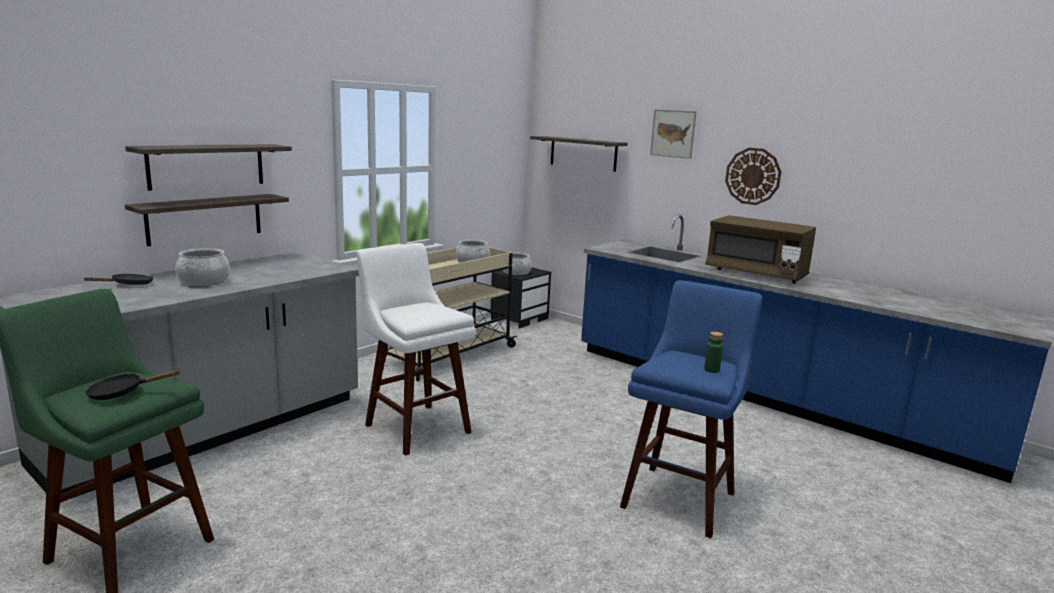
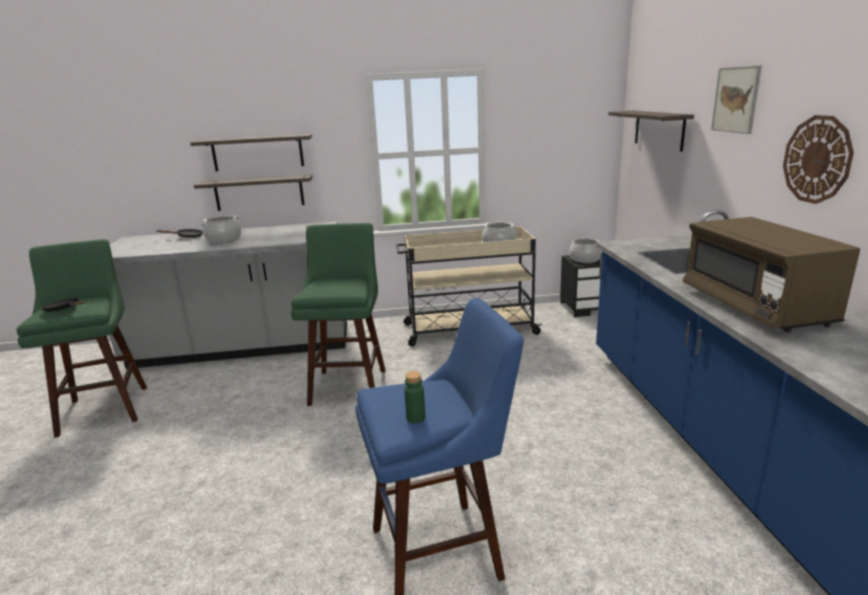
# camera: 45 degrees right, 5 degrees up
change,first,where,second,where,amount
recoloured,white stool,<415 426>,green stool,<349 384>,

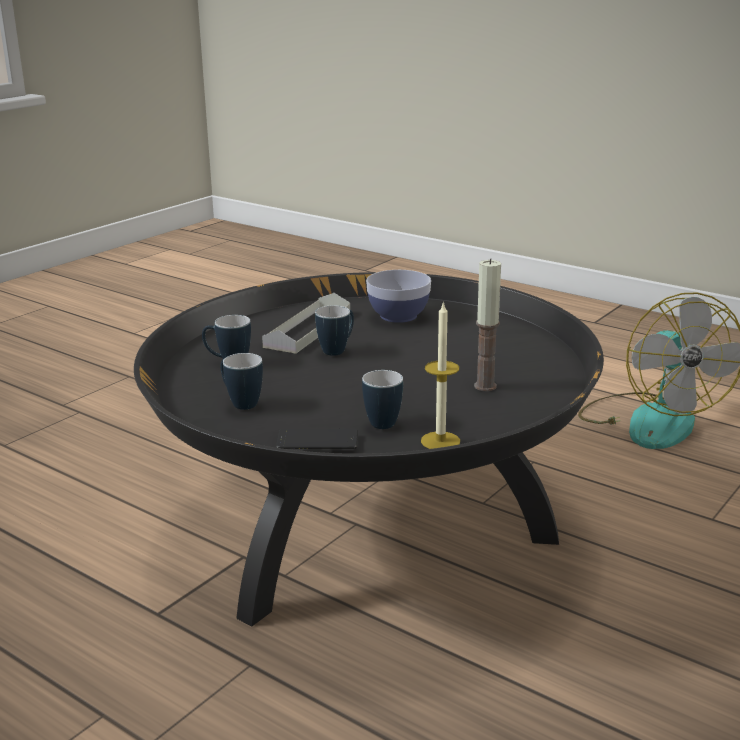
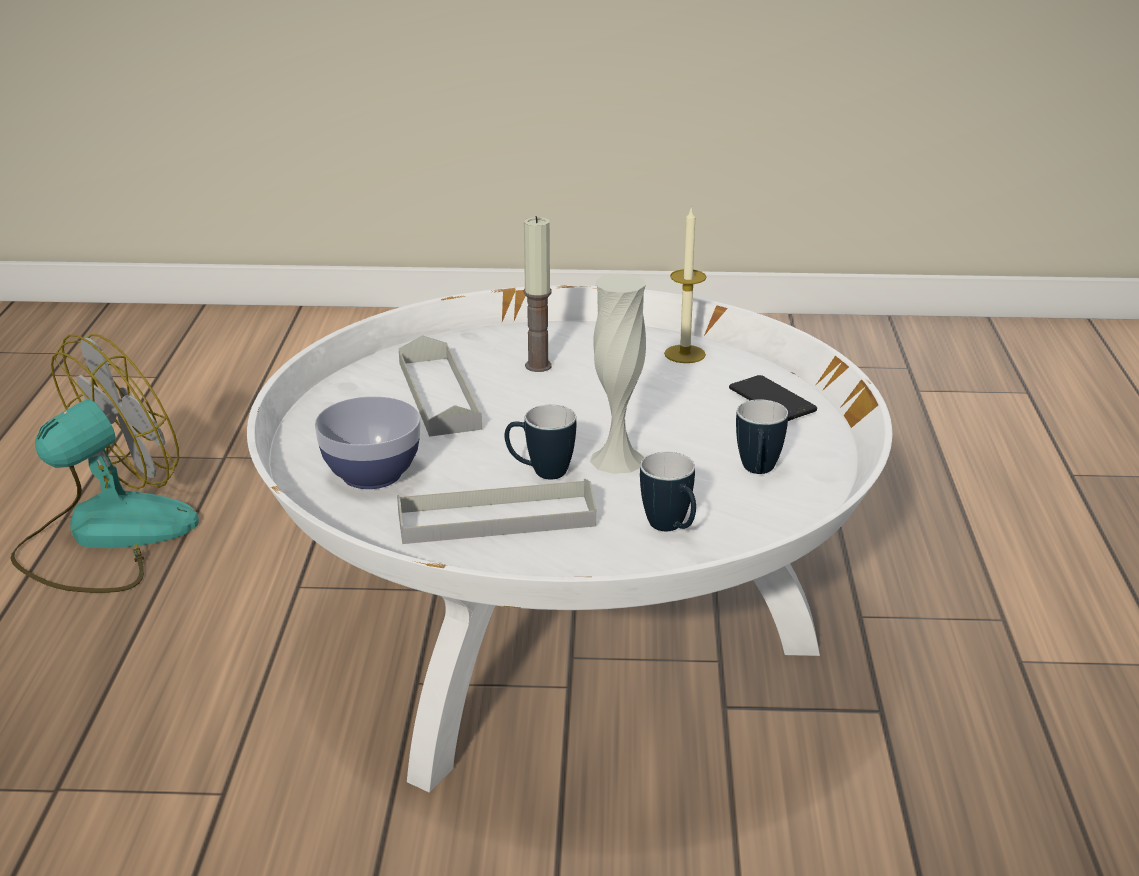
# camera: 125 degrees left, 5 degrees up
change,first,where,second,where,amount
recoloured,black coffee table,<372 528>,white coffee table,<569 642>,
removed,mug,<379 421>,,,
added,,,grey tray,<439 395>,
added,,,white vase,<617 459>,

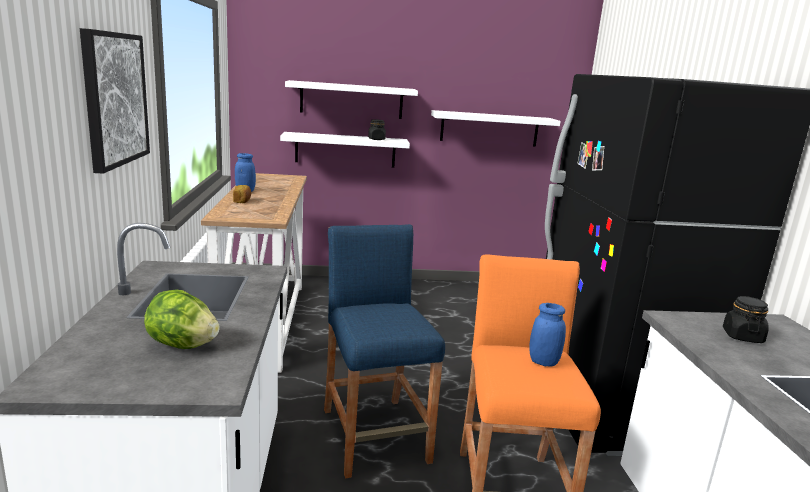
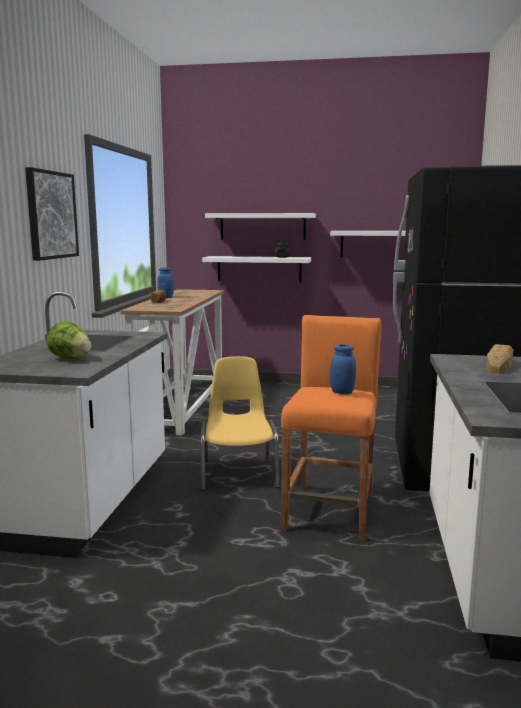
# camera: 15 degrees right, 5 degrees down
change,first,where,second,where,amount
replaced,blue stool,<374 435>,yellow chair,<238 472>,
replaced,black jar,<742 336>,bread,<499 366>,

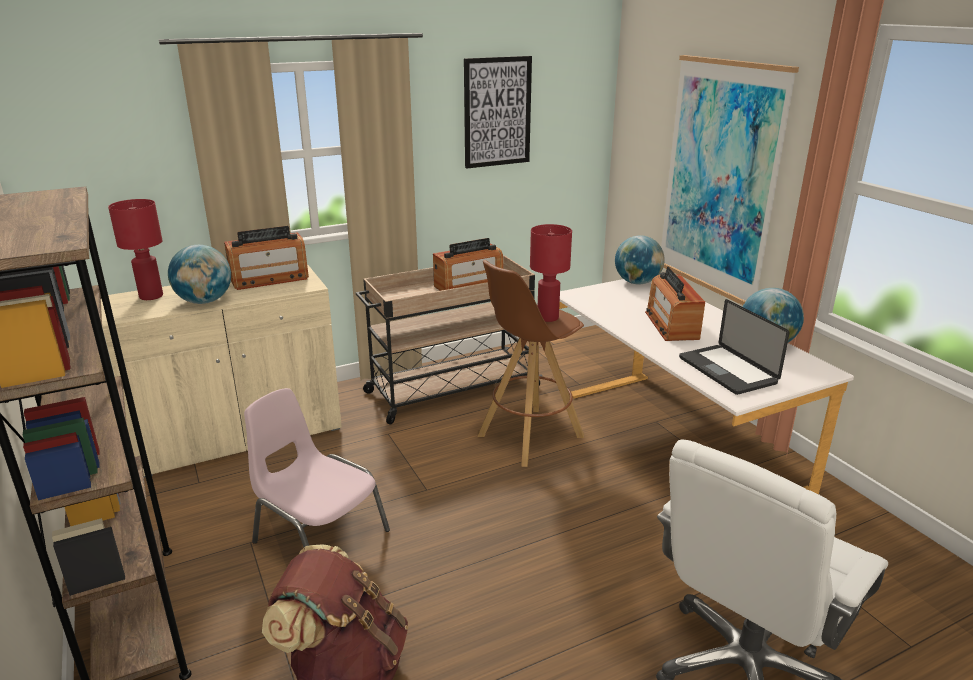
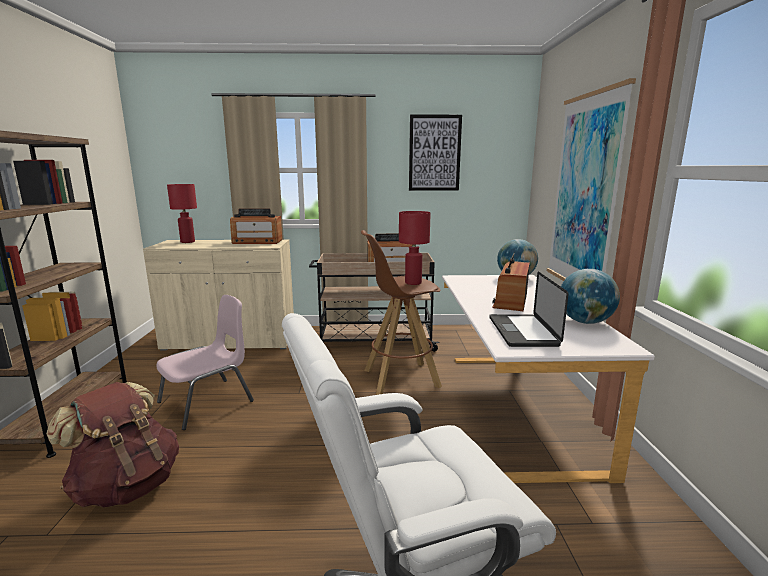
# camera: 25 degrees right, 10 degrees down
change,first,where,second,where,amount
removed,globe,<204 301>,,,
turned,pink chair,<319 536>,,<208 402>,75 degrees clockwise

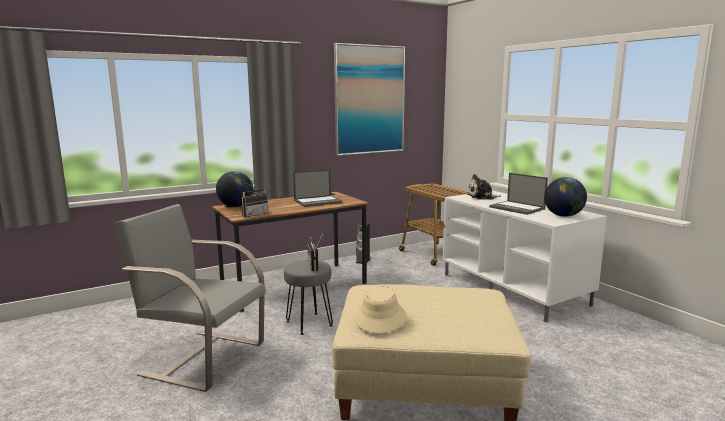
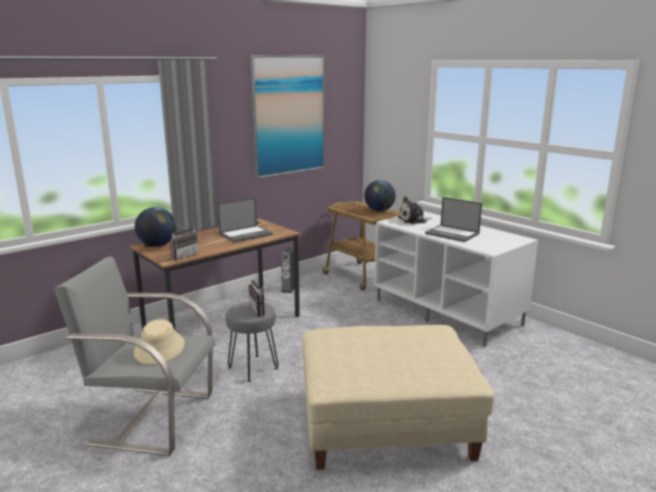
# camera: 10 degrees left, 5 degrees up
change,first,where,second,where,amount
moved,beige hat,<380 317>,,<160 348>,
moved,globe,<563 216>,,<379 210>,

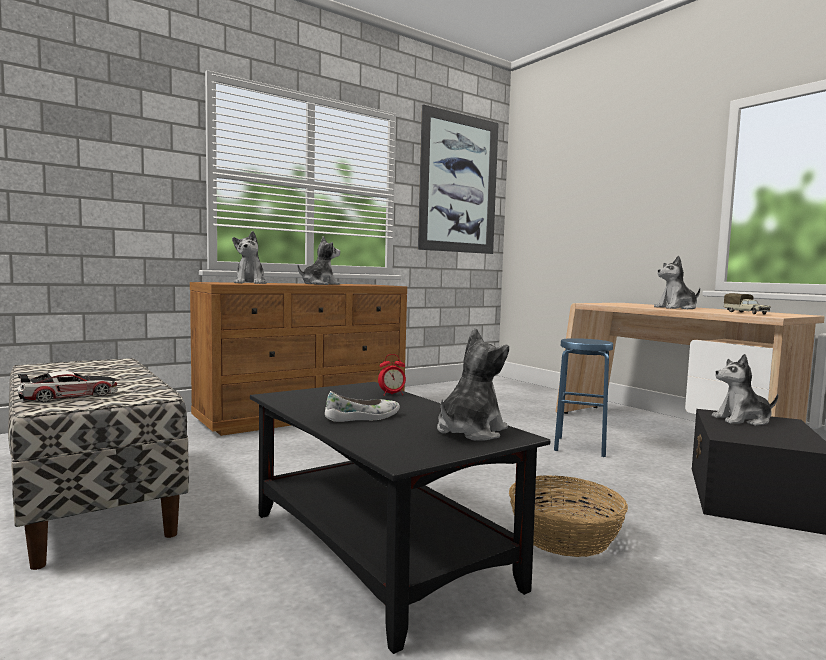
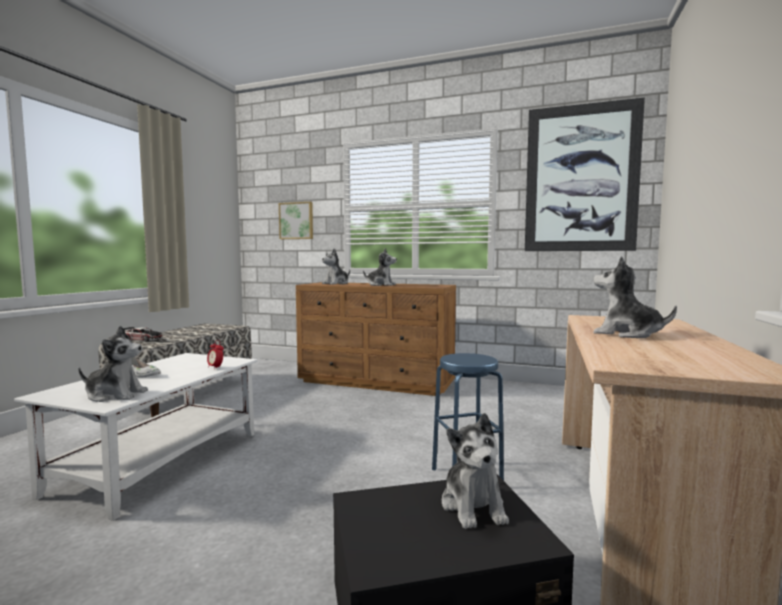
# camera: 55 degrees right, 0 degrees up
change,first,where,second,where,amount
recoloured,black coffee table,<376 548>,white coffee table,<161 461>,
removed,basket,<564 536>,,,
turned,plush toy,<743 420>,,<473 506>,150 degrees counterclockwise
removed,toy truck,<746 313>,,,
added,,,picture,<296 221>,

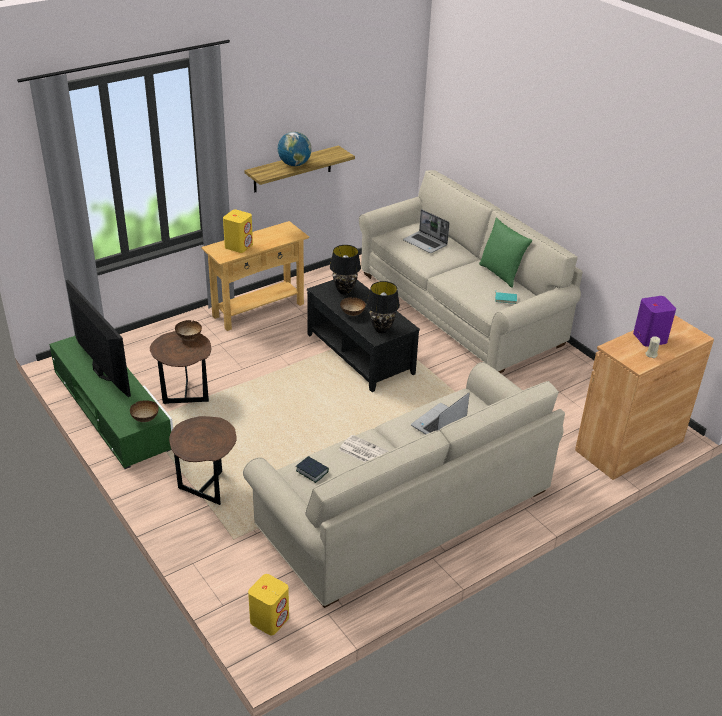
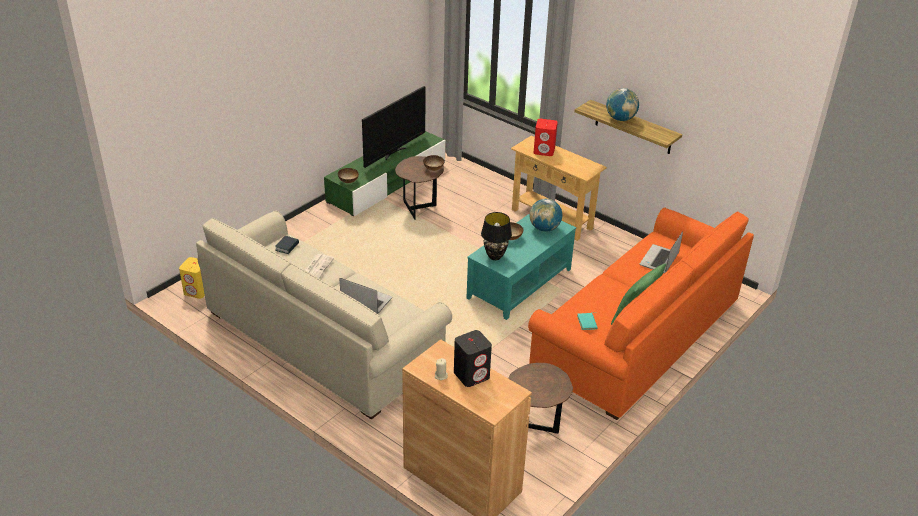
# camera: 75 degrees right, 0 degrees up
change,first,where,second,where,amount
moved,brown side table,<207 487>,,<535 428>,
recoloured,yellow speaker,<239 246>,red speaker,<544 151>,
recoloured,black coffee table,<360 354>,turquoise coffee table,<519 284>,
replaced,black table lamp,<345 291>,globe,<544 228>,
recoloured,beige sofa,<460 308>,orange sofa,<637 336>,
recoloured,purple speaker,<649 338>,black speaker,<472 375>,

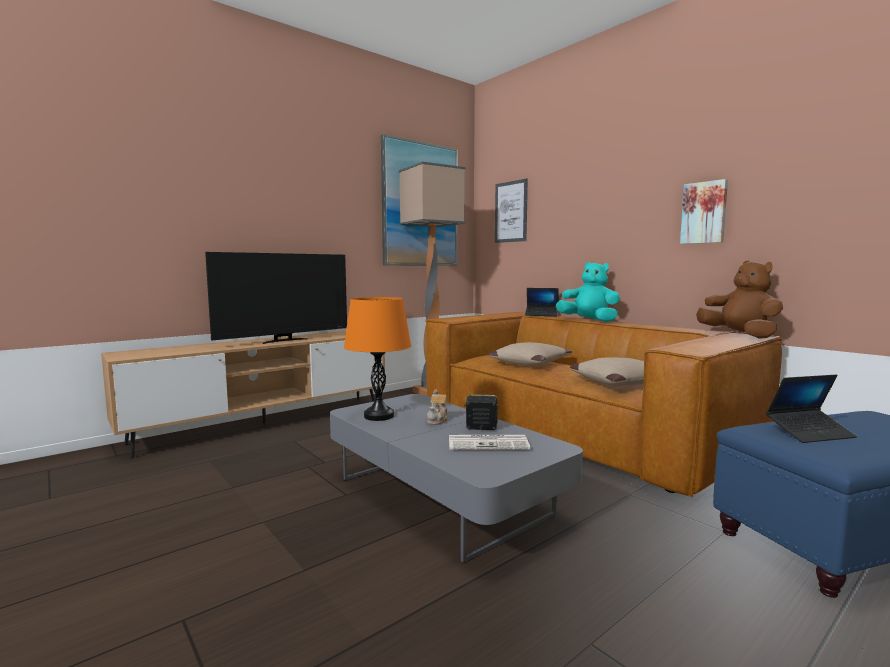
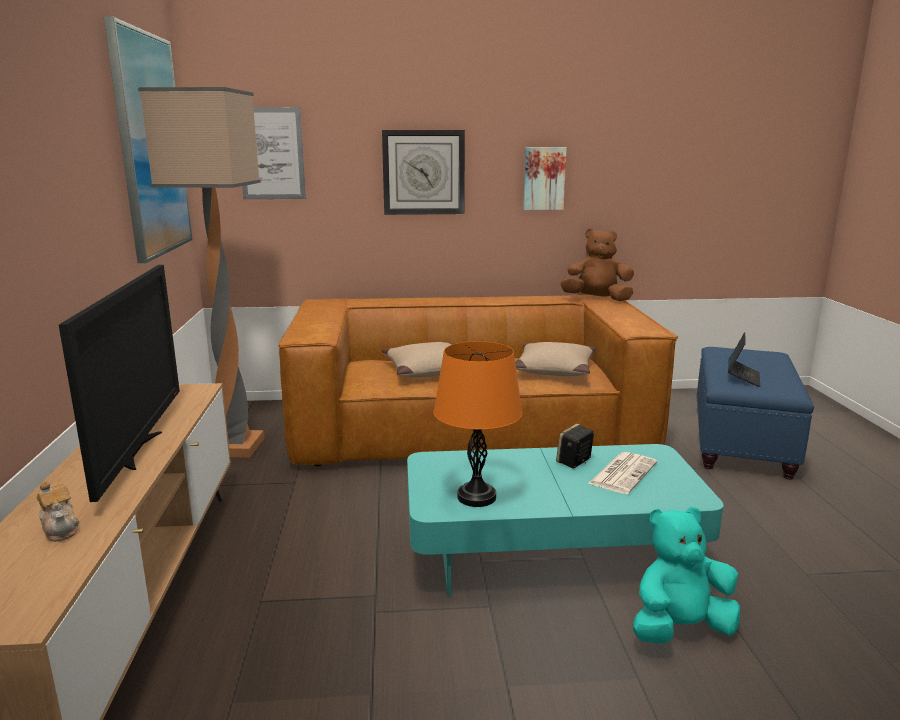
# camera: 55 degrees left, 10 degrees up
change,first,where,second,where,amount
recoloured,grey coffee table,<441 496>,turquoise coffee table,<551 550>,
moved,teapot,<437 420>,,<61 528>,
removed,laptop,<541 315>,,,
moved,turquoise plush toy,<589 321>,,<680 629>,
added,,,wall clock,<423 172>,

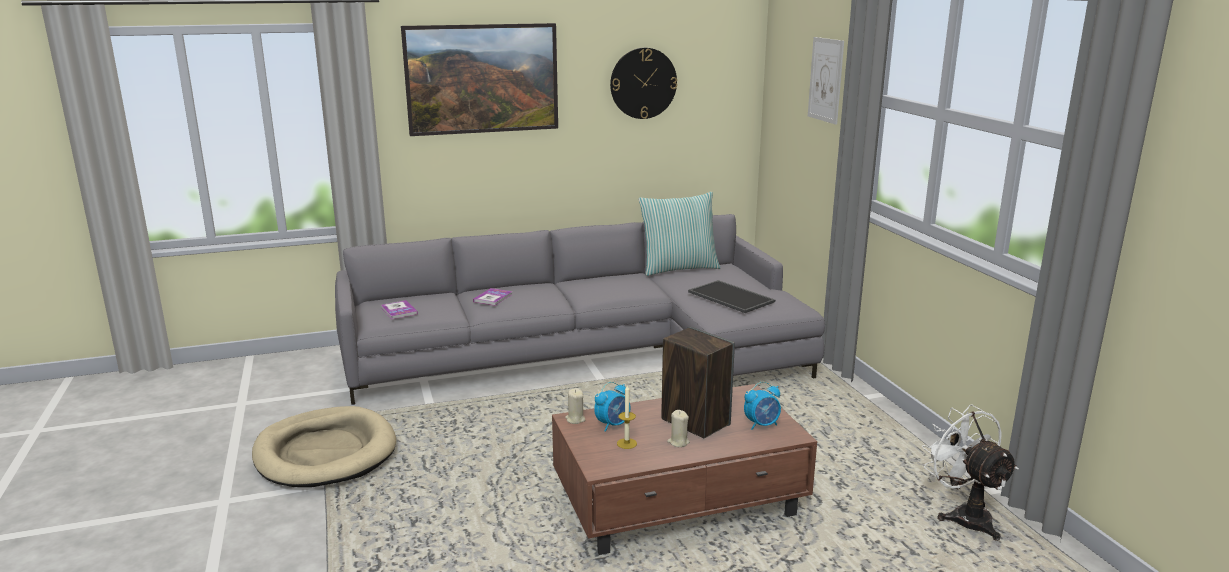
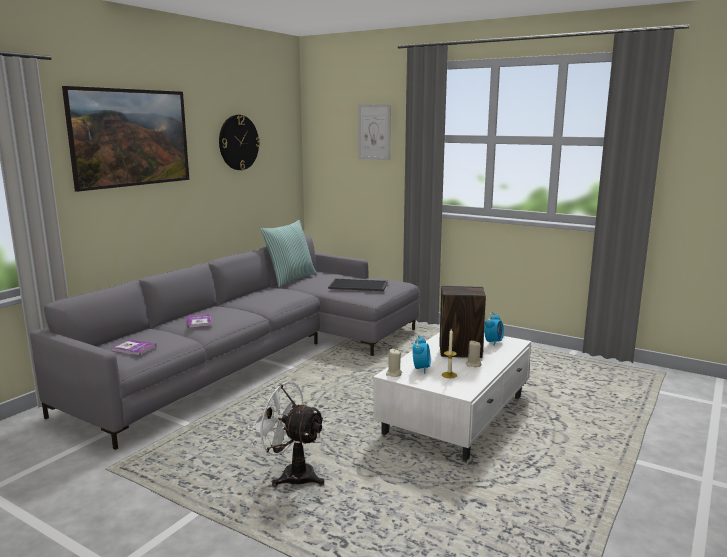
# camera: 40 degrees left, 5 degrees down
change,first,where,second,where,amount
removed,beige dog bed,<325 452>,,,
recoloured,brown coffee table,<680 501>,white coffee table,<456 414>,
moved,white fan,<964 516>,,<291 475>,

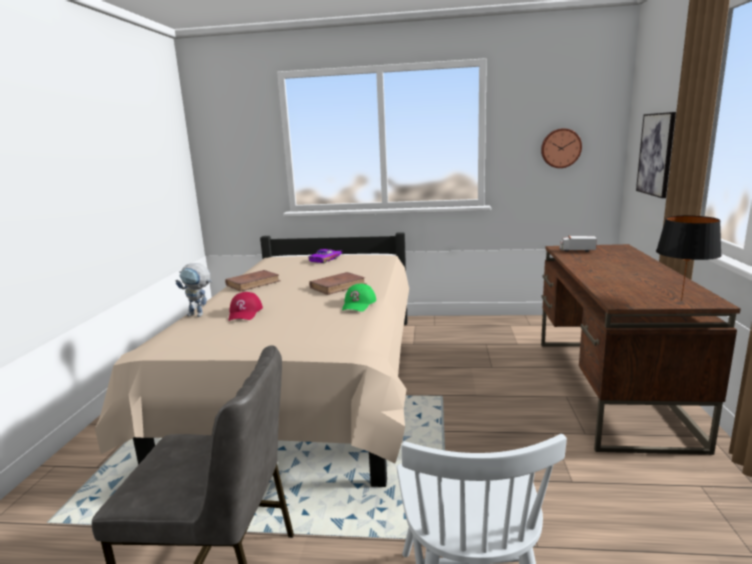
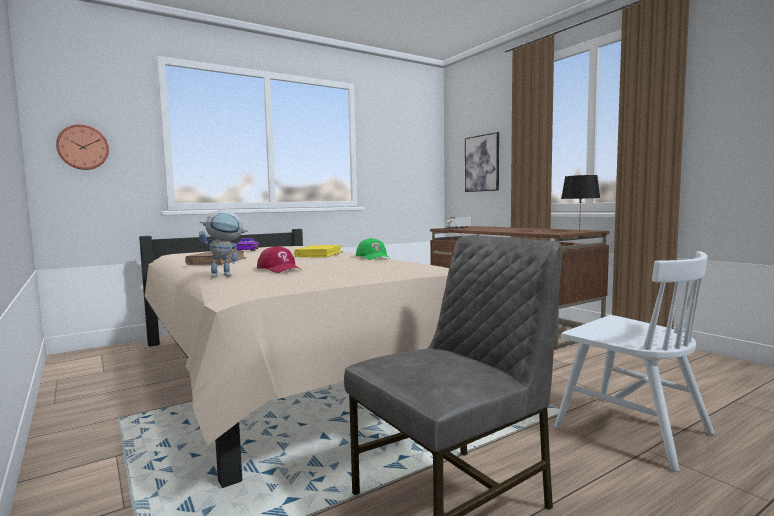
# camera: 40 degrees left, 10 degrees down
change,first,where,second,where,amount
recoloured,brown book,<338 286>,yellow book,<319 254>,
moved,wall clock,<560 148>,,<83 147>,

